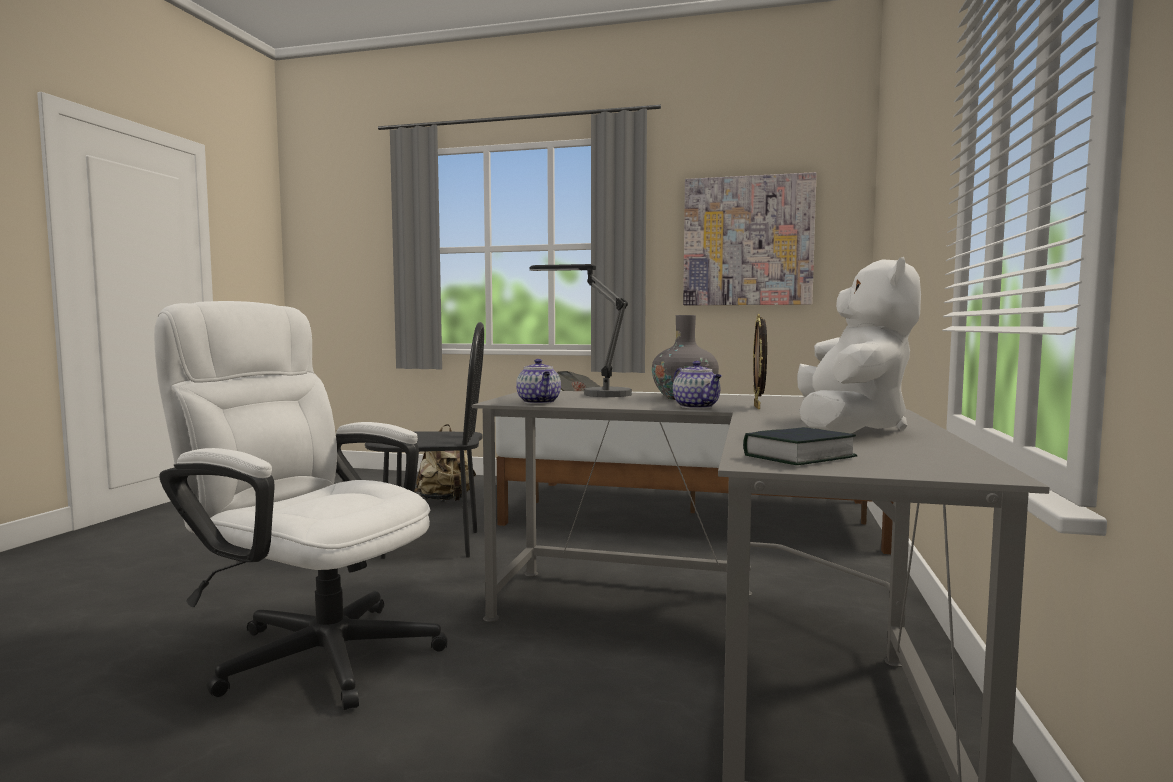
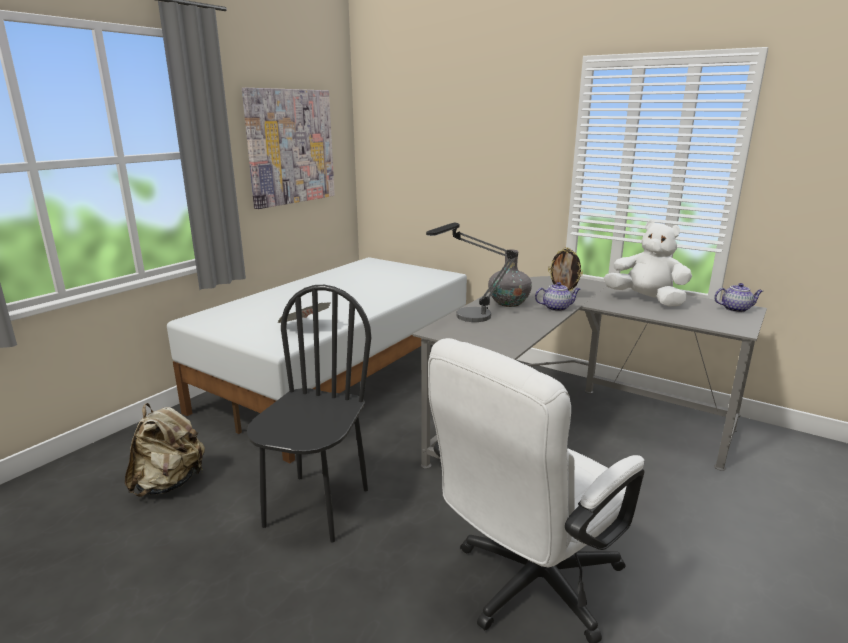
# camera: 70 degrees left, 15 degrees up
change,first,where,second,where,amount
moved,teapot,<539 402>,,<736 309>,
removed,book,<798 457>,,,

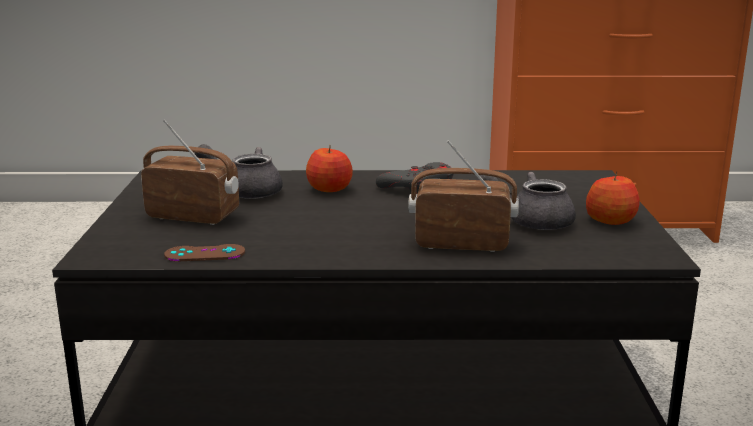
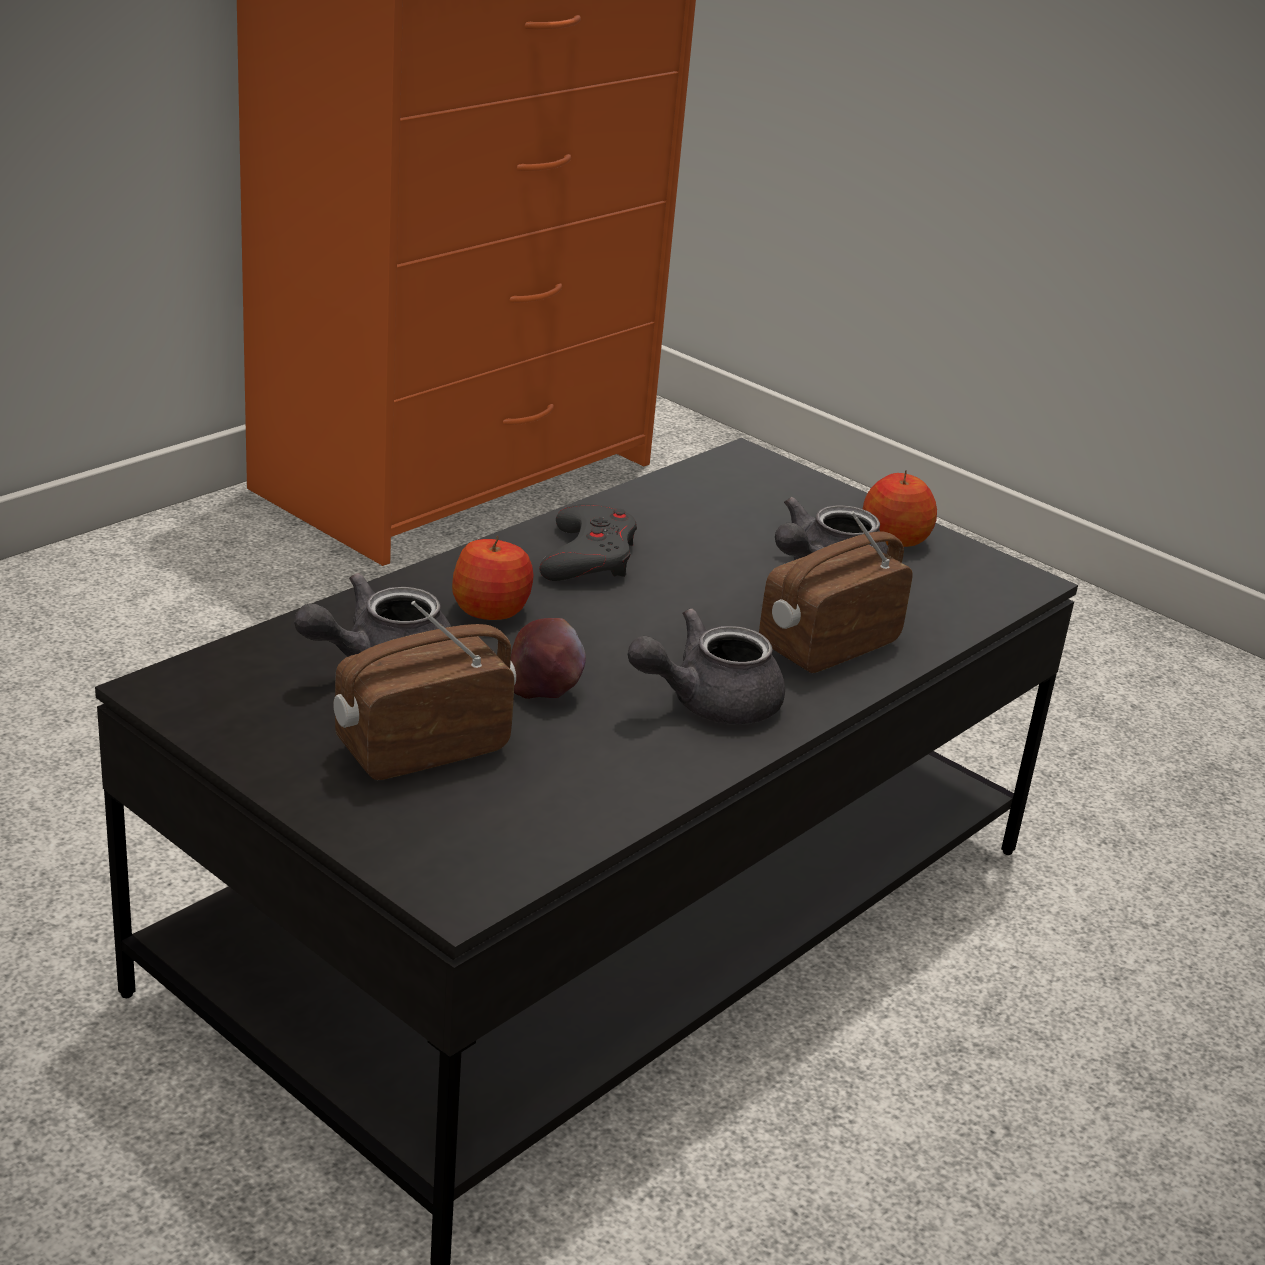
# camera: 50 degrees left, 10 degrees up
change,first,where,second,where,amount
removed,brown game controller,<205 253>,,,
added,,,apple,<544 689>,
added,,,grey teapot,<708 702>,

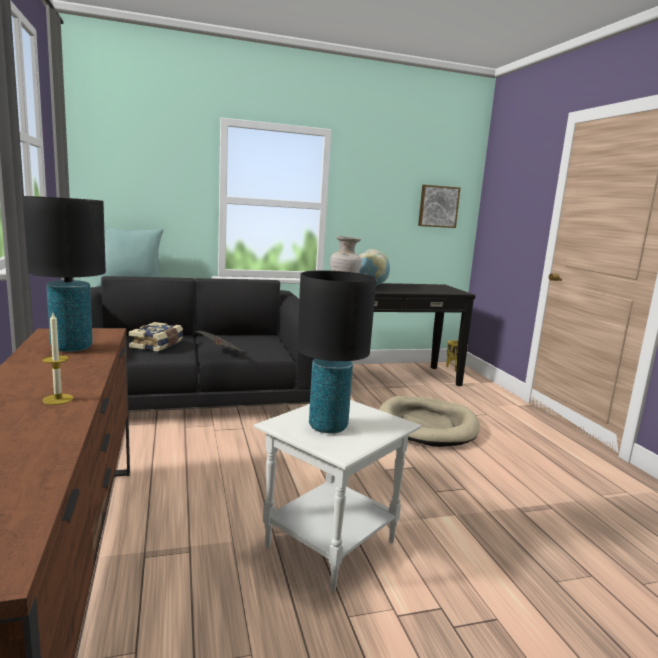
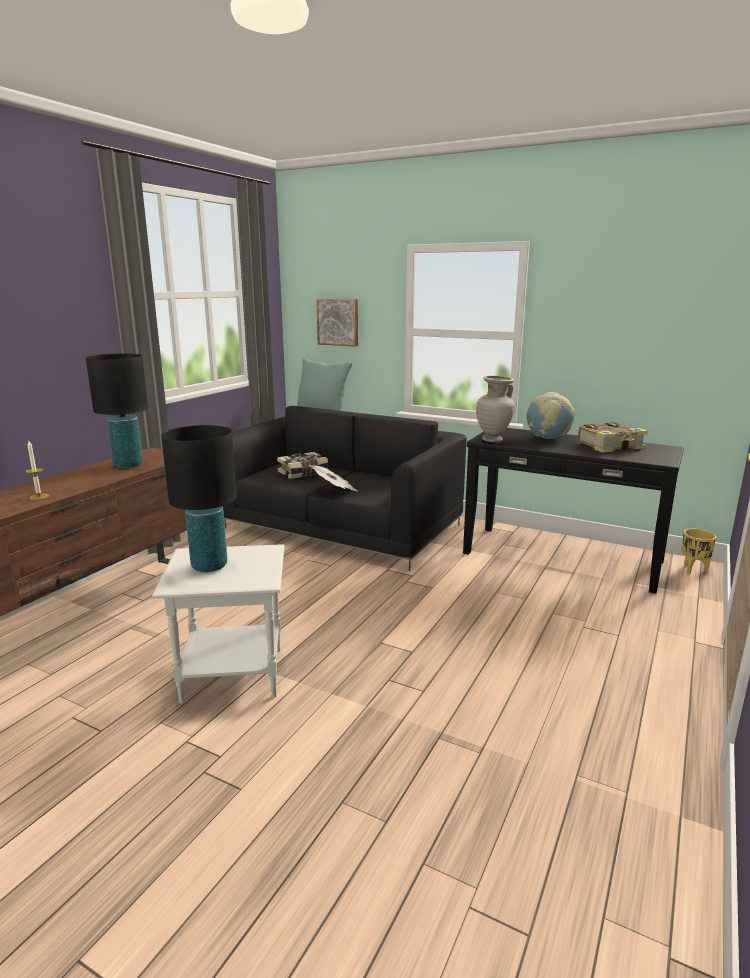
# camera: 45 degrees right, 5 degrees up
change,first,where,second,where,amount
removed,beige dog bed,<427 425>,,,
moved,picture,<438 206>,,<338 322>,
added,,,book,<611 446>,

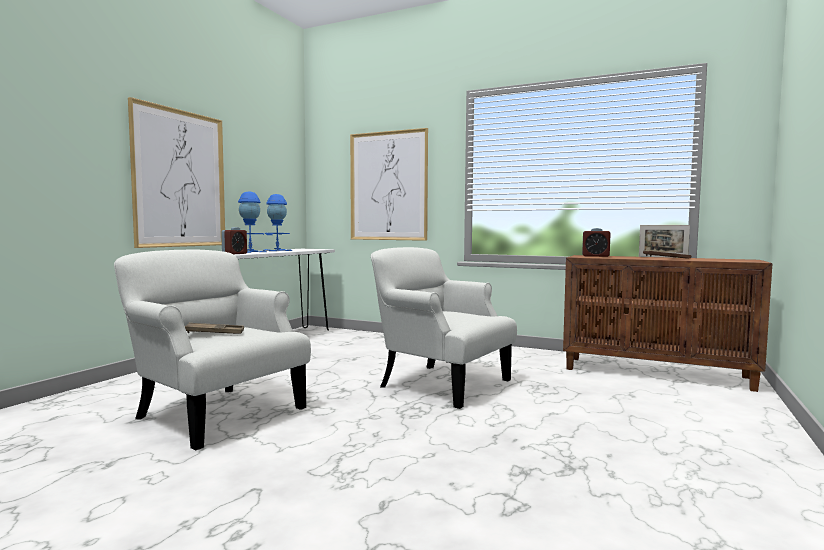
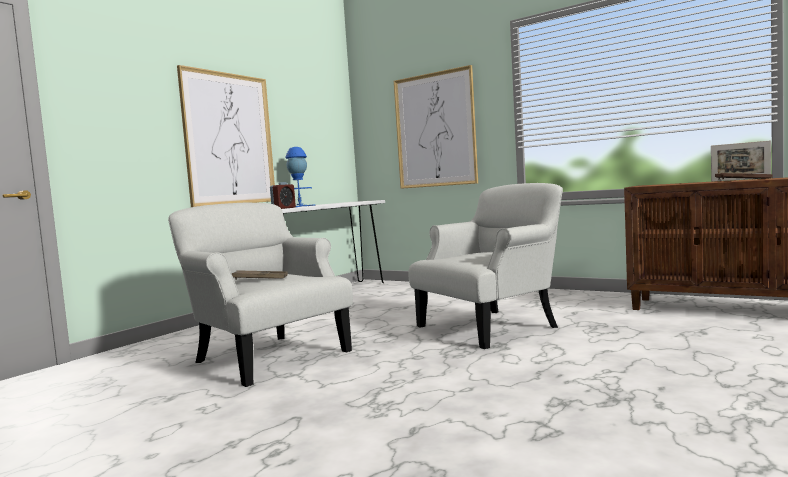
# camera: 10 degrees right, 0 degrees up
change,first,where,second,where,amount
removed,blue table lamp,<277 250>,,,
turned,white armchair,<441 383>,,<491 326>,105 degrees clockwise
removed,alarm clock,<595 256>,,,

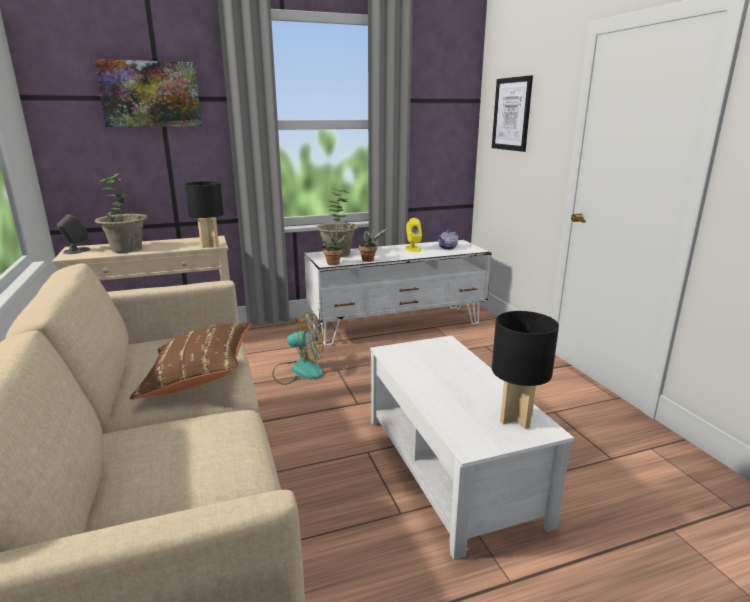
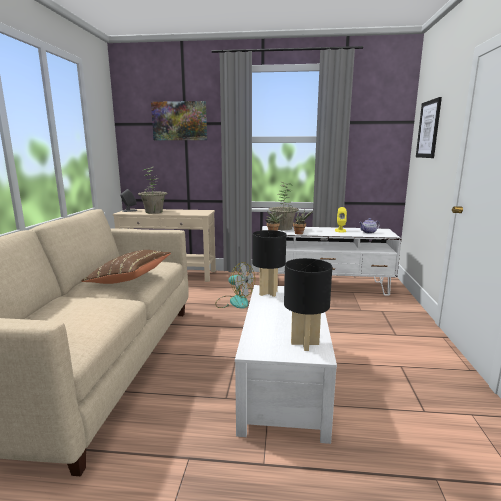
# camera: 25 degrees right, 5 degrees down
change,first,where,second,where,amount
moved,black table lamp,<209 245>,,<268 293>,

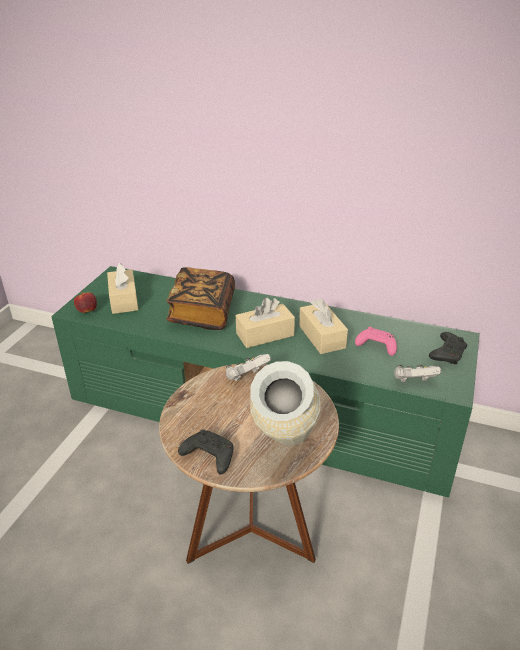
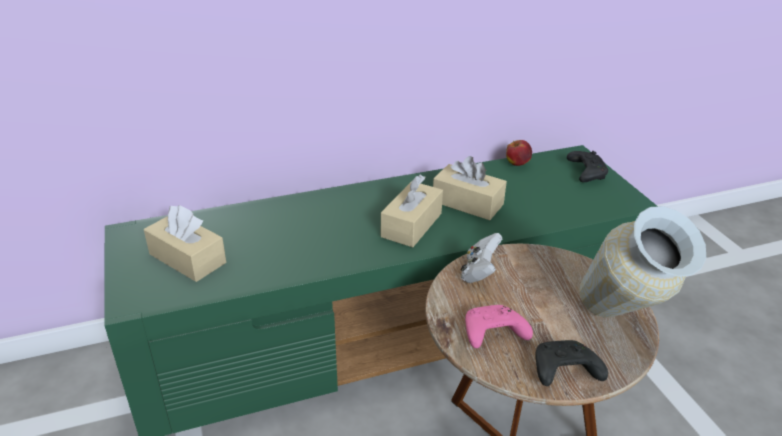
# camera: 40 degrees left, 0 degrees up
change,first,where,second,where,amount
moved,apple,<87 311>,,<517 163>,
removed,book,<202 312>,,,
moved,pink game controller,<375 346>,,<492 335>,
removed,white game controller,<413 382>,,,

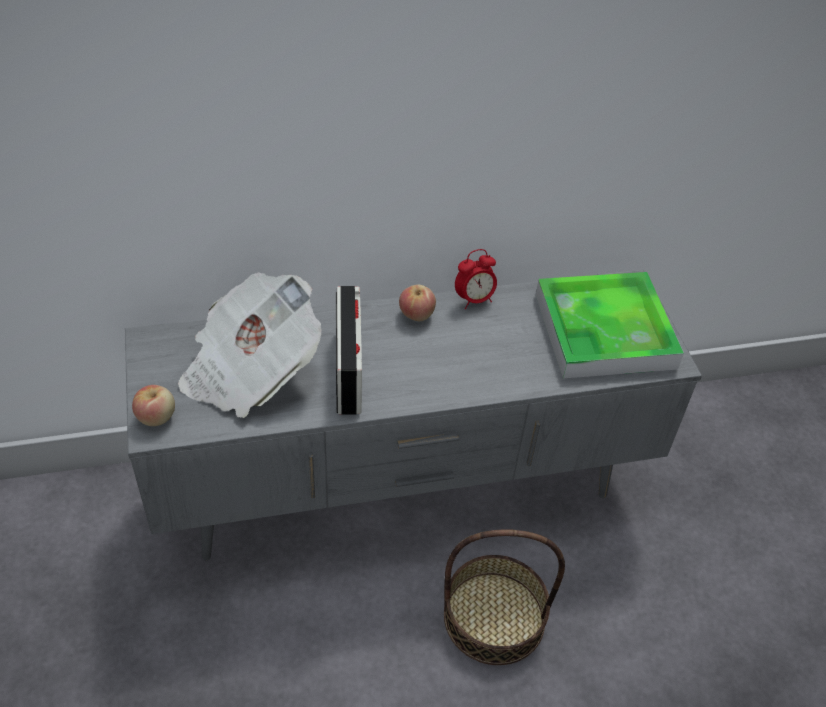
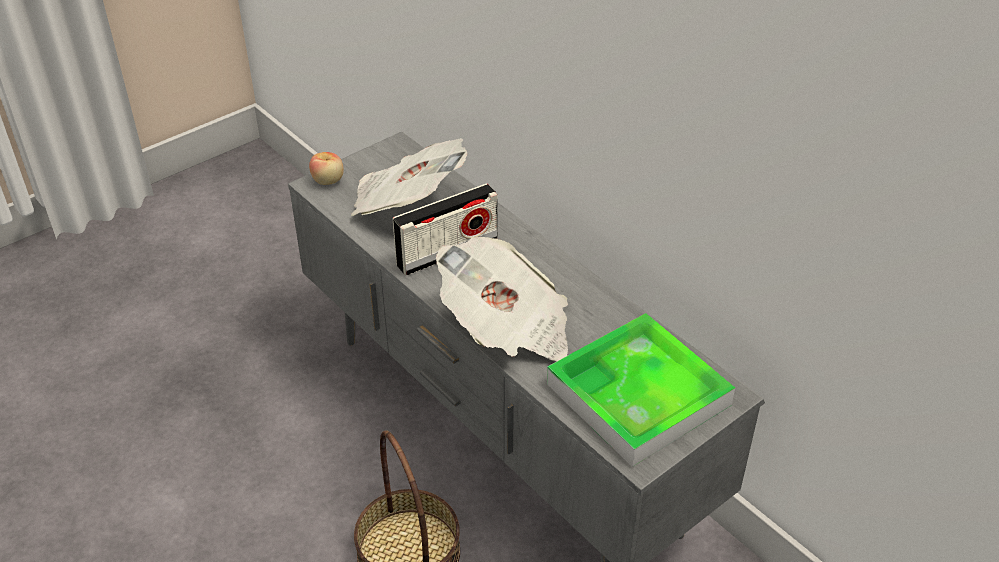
# camera: 65 degrees right, 5 degrees down
change,first,where,second,where,amount
removed,apple,<416 314>,,,
removed,alarm clock,<474 300>,,,
added,,,newspaper,<507 328>,

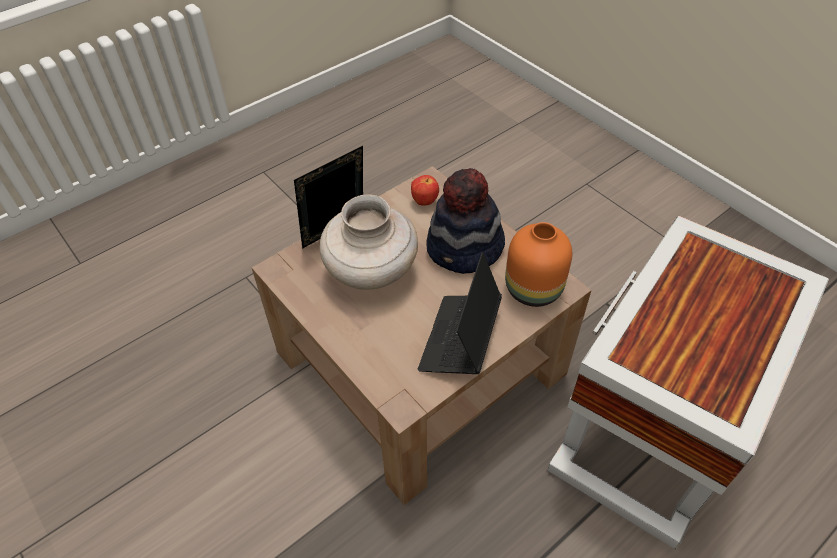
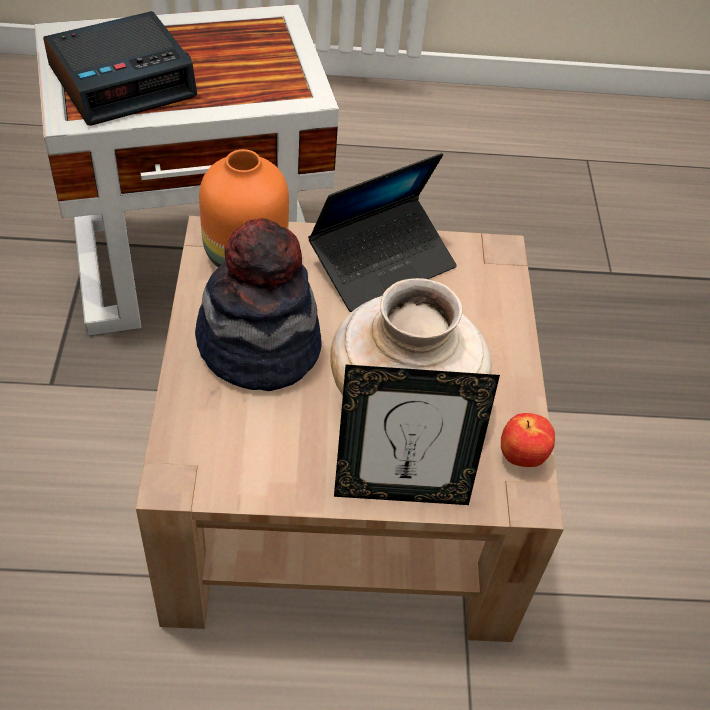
# camera: 145 degrees left, 0 degrees up
change,first,where,second,where,amount
moved,apple,<425 201>,,<521 457>,
added,,,alarm clock,<123 81>,

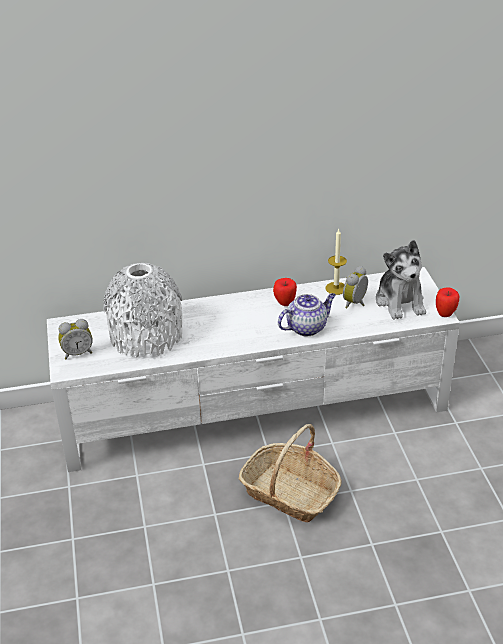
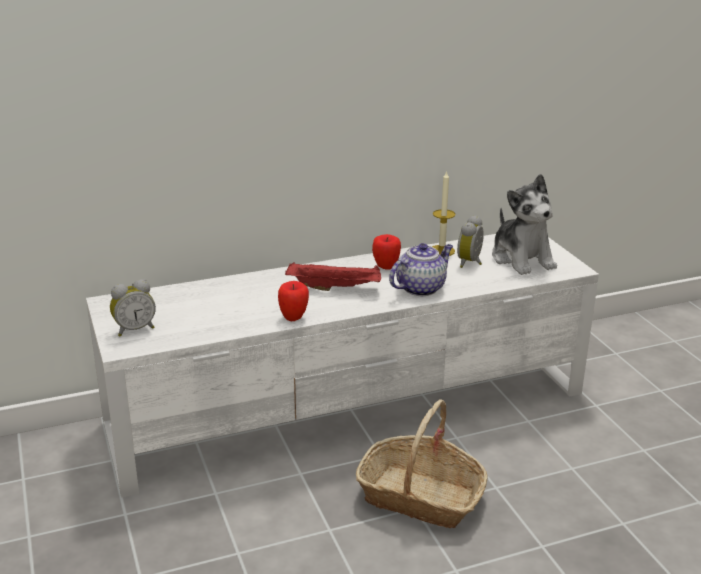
# camera: 10 degrees left, 10 degrees down
change,first,where,second,where,amount
removed,white vase,<146 336>,,,
moved,apple,<445 314>,,<294 318>,
added,,,red tray,<335 288>,

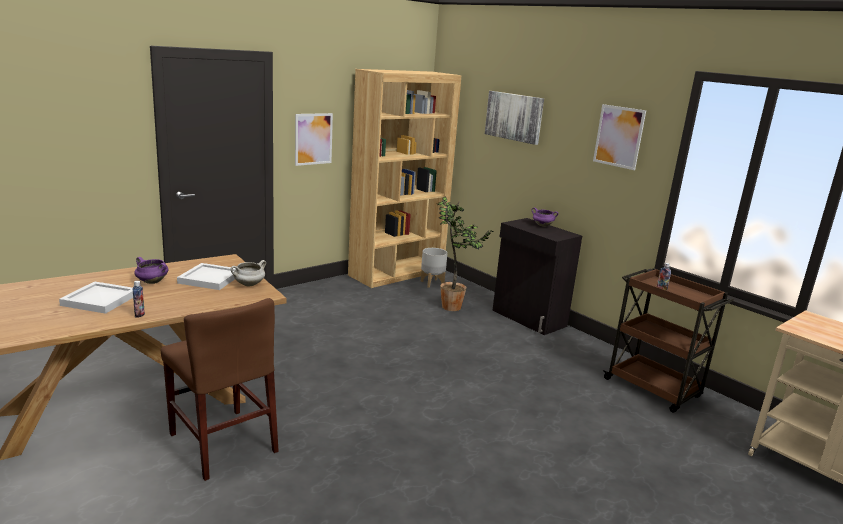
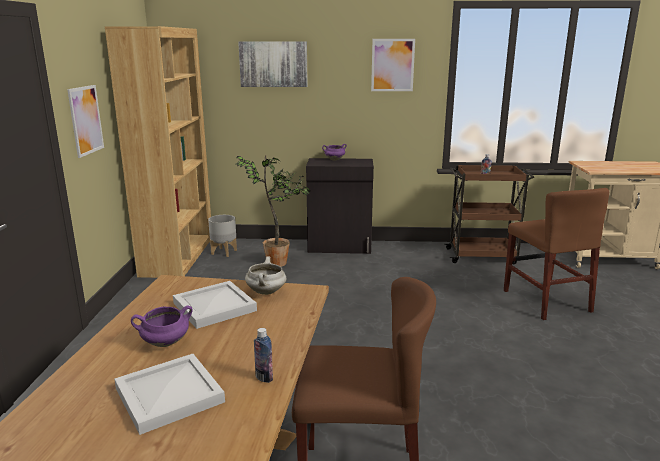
# camera: 45 degrees left, 0 degrees up
change,first,where,second,where,amount
added,,,brown chair,<546 301>,

